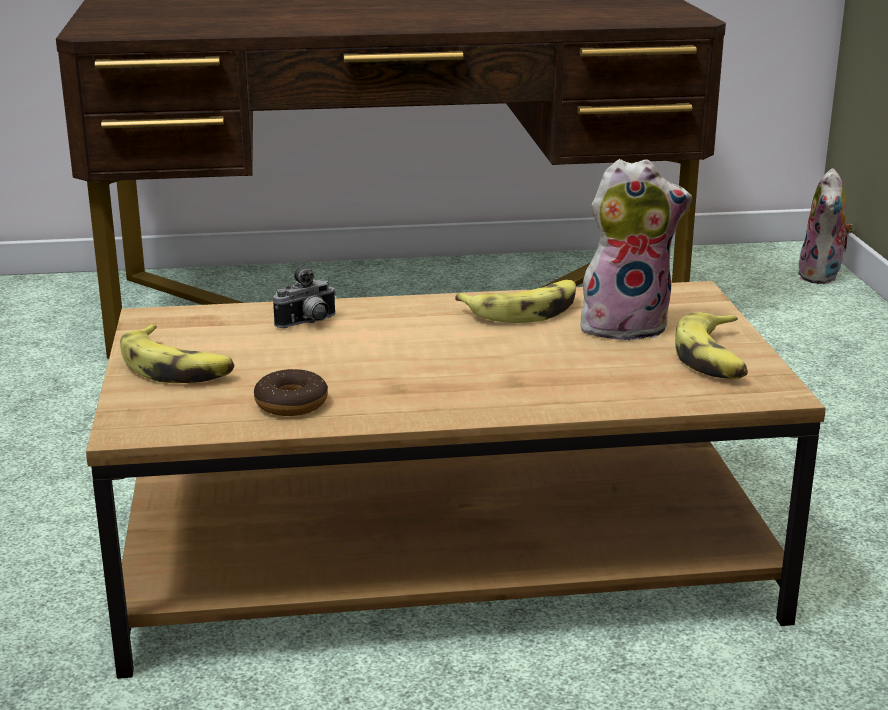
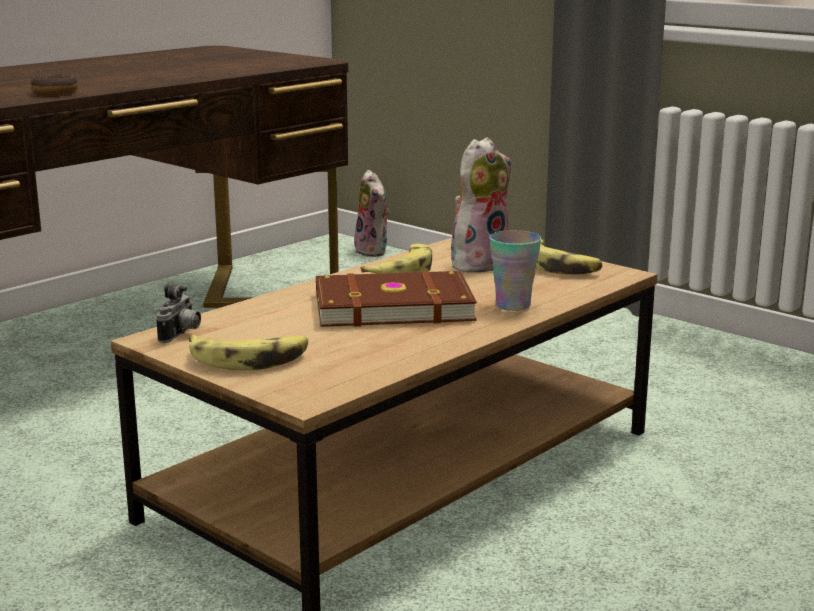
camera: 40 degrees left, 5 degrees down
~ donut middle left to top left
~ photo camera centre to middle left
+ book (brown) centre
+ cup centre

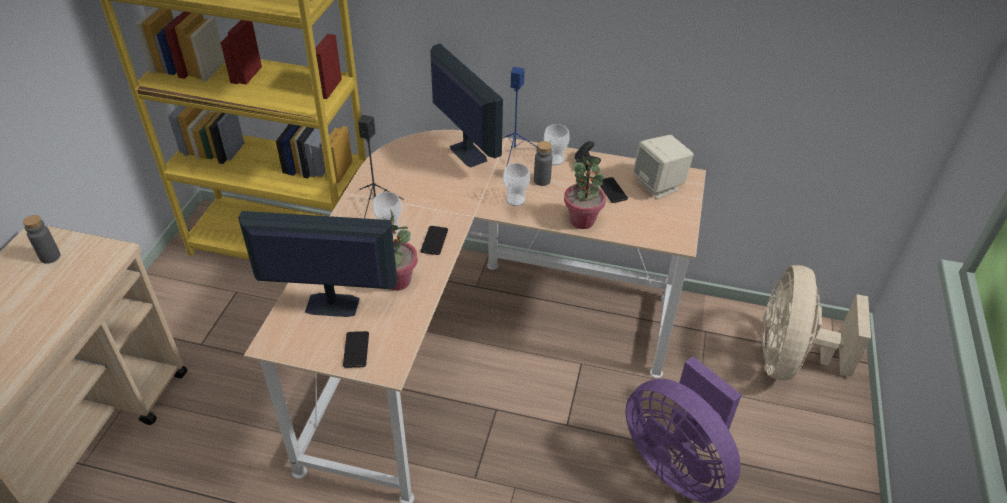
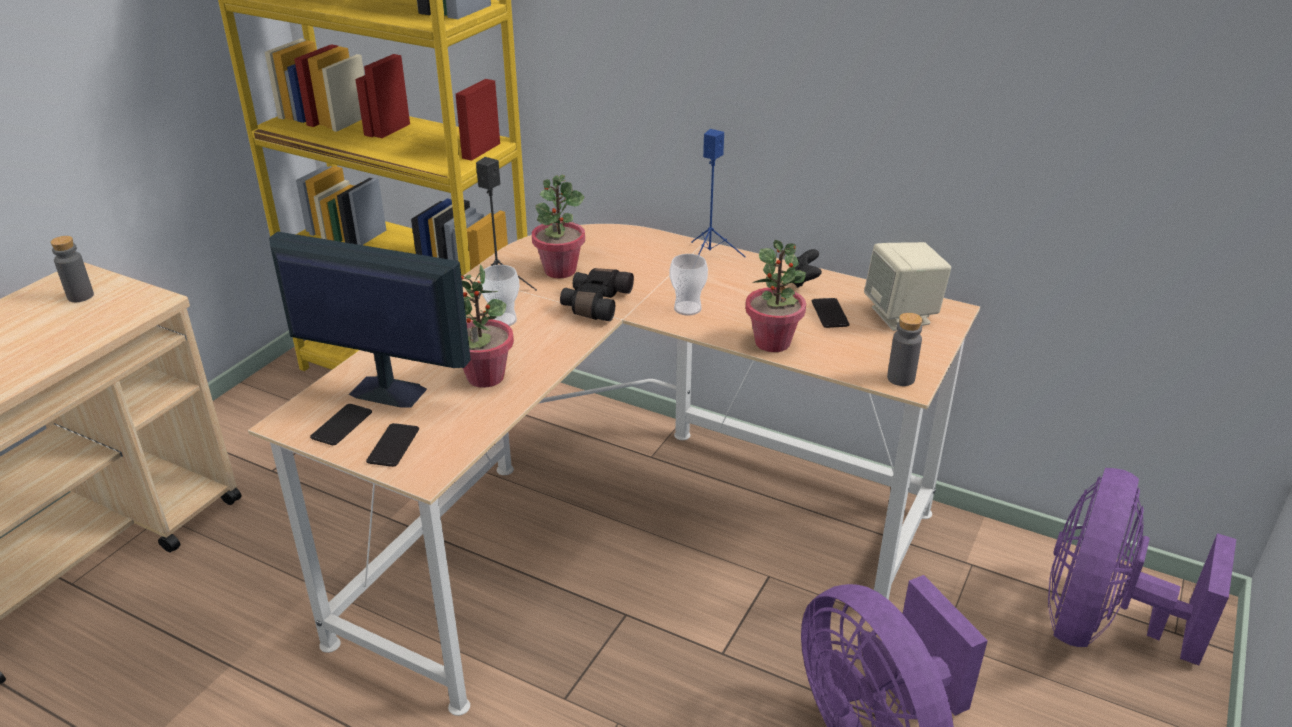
camera: 15 degrees right, 10 degrees down
~ phone (2nd from left in the first image) centre to phone (1st from left) middle left
- monitor (2nd from left) top centre
~ bottle (grey) (2nd from left) top centre to middle right
- cup (3rd from left) top centre
~ fan (beige) middle right to fan (purple) (2nd from left) bottom right
+ potted plant (2nd from left) top centre
+ binoculars (black) centre

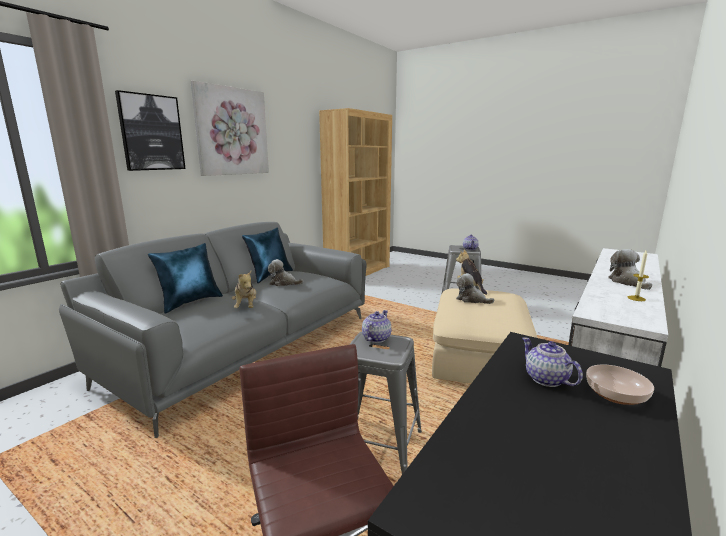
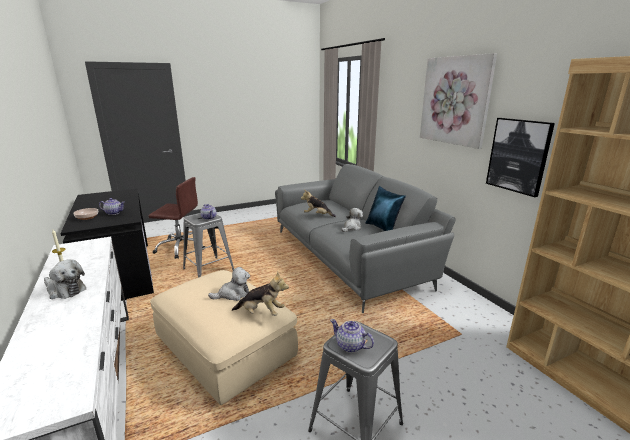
camera: 120 degrees right, 5 degrees up
~ picture (1st from left in the first image) top left to picture (2nd from left) middle right
- pillow (blue) (1st from left) middle left

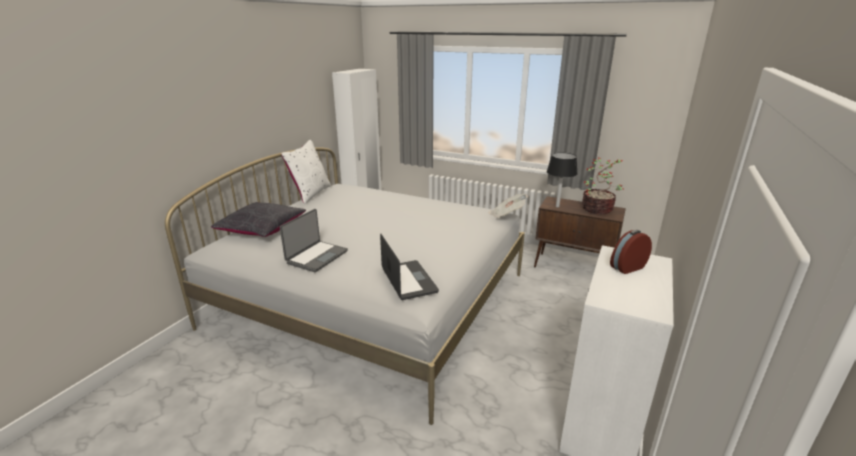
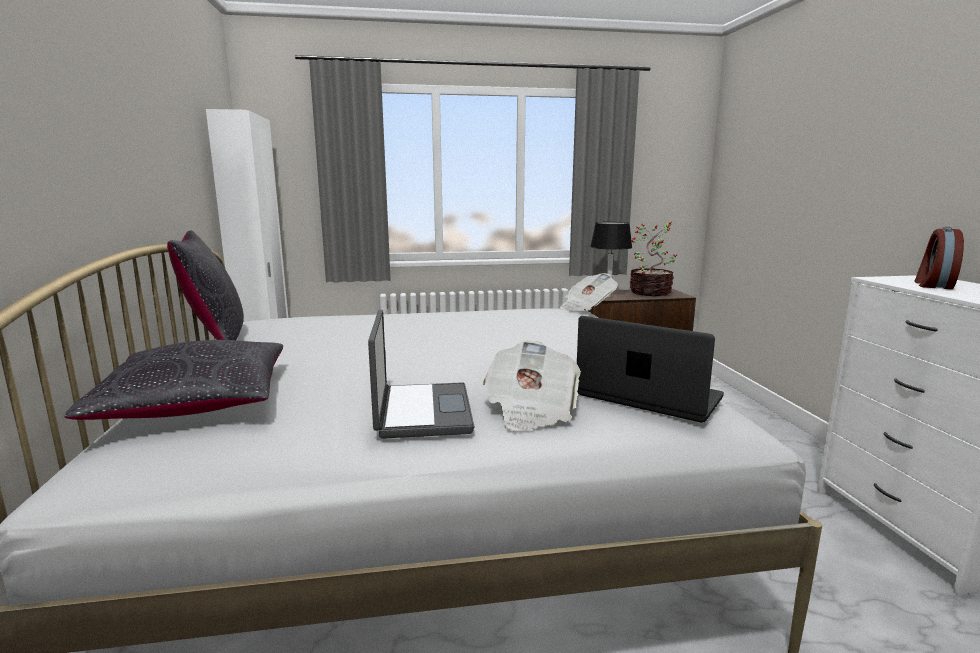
camera: 35 degrees left, 10 degrees down
~ pillow (white) centre to pillow (black) (2nd from left) middle left
+ newspaper (1st from left) centre

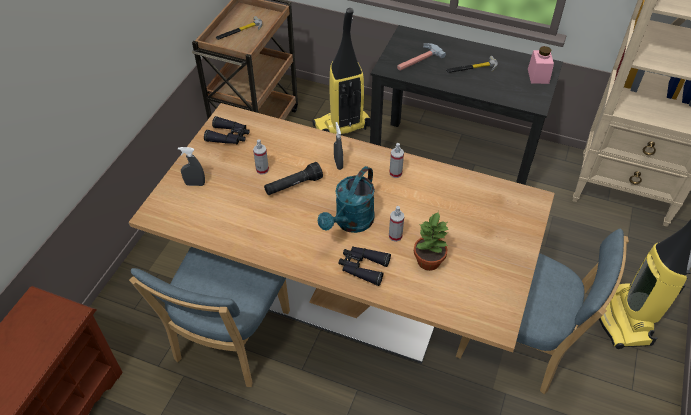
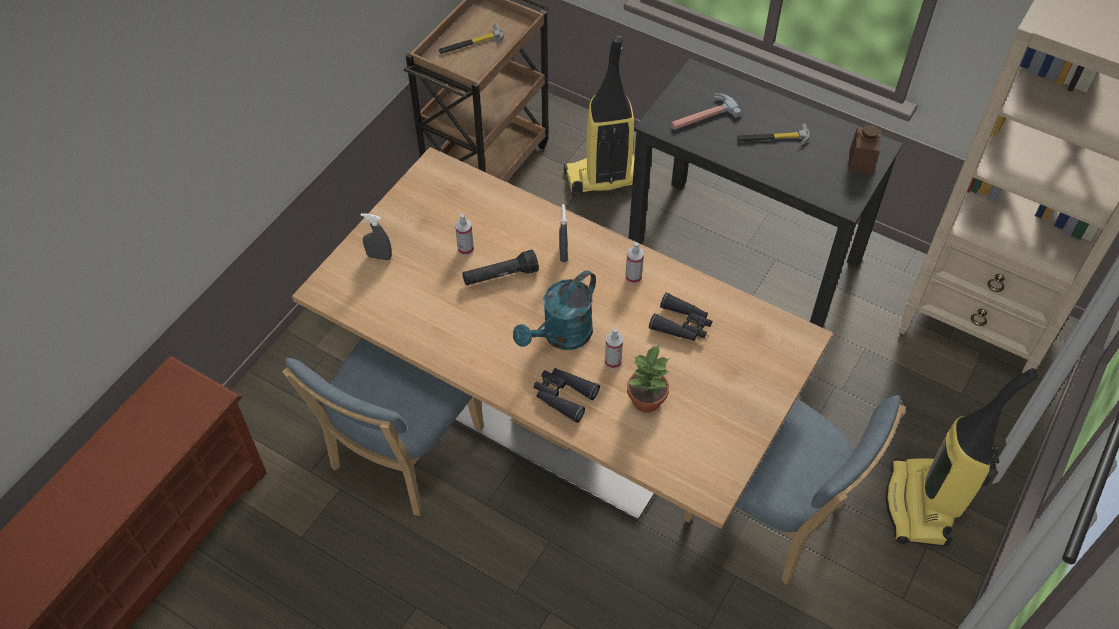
camera: 10 degrees right, 5 degrees up
~ binoculars (black) (1st from left in the first image) top left to binoculars (black) (2nd from left) centre
~ jar (pink) top right to jar (brown) top right

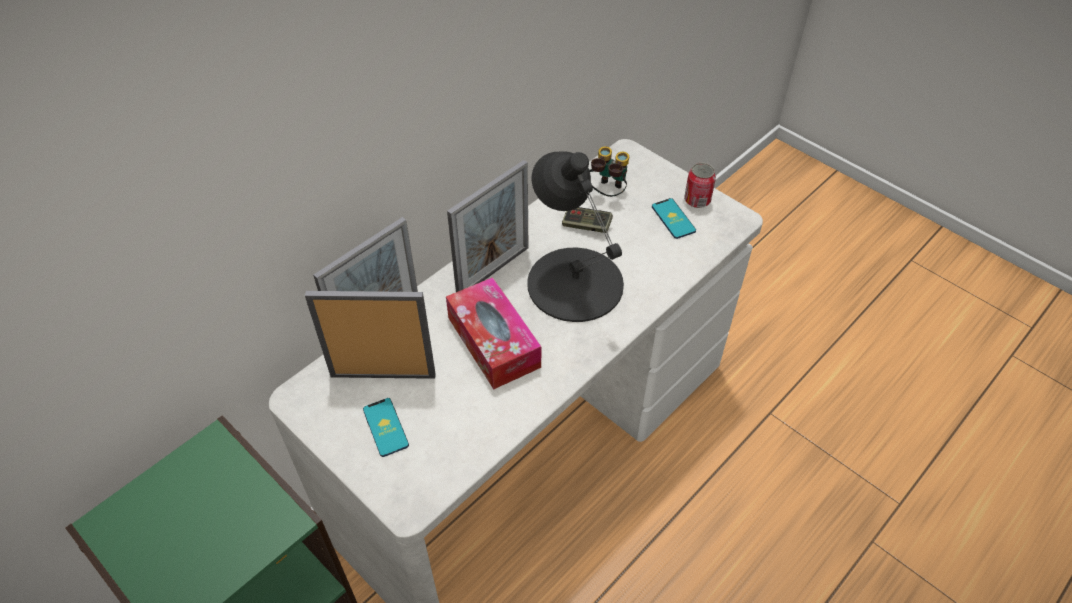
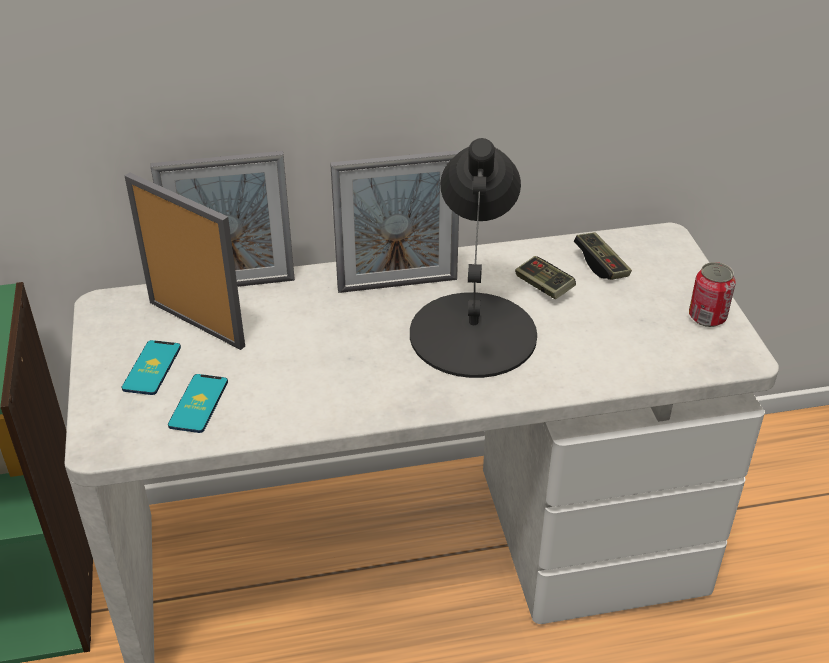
camera: 35 degrees right, 10 degrees down
- tissue box centre
~ binoculars top centre to game controller (2nd from left) middle right
~ phone (2nd from left) centre to middle left

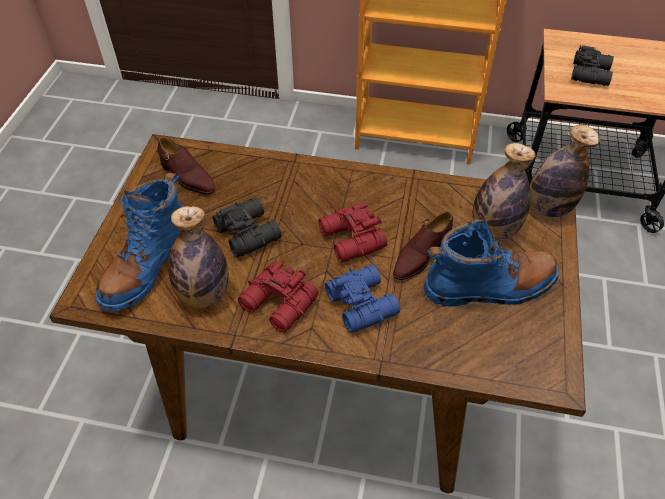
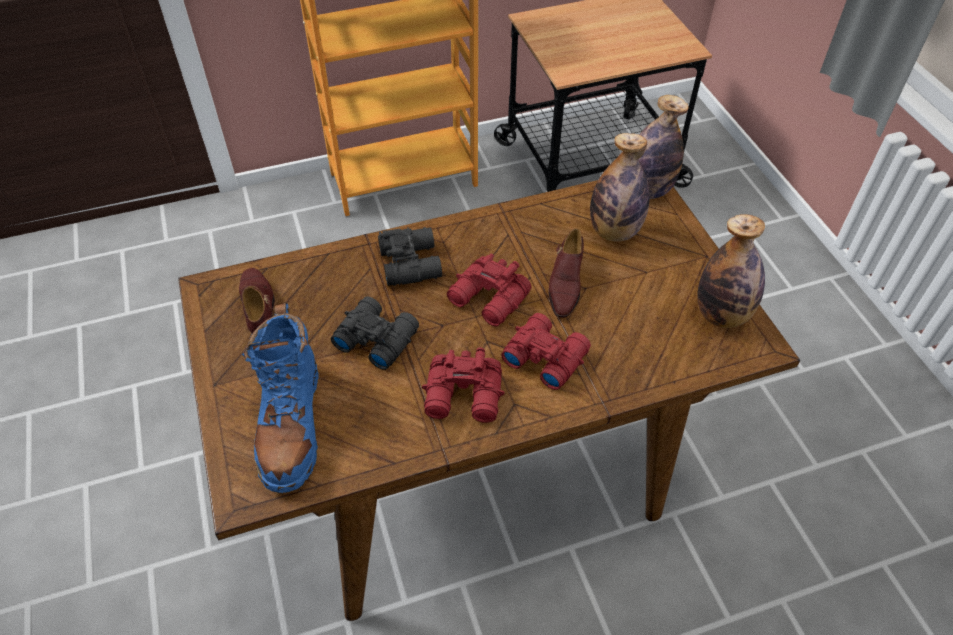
camera: 30 degrees left, 0 degrees up
~ shoe (brown) (1st from left) top left = middle left 120 degrees counterclockwise
~ bottle (1st from left in the first image) middle left to bottle (3rd from left) middle right
~ binoculars (blue) centre to binoculars (red) (3rd from left) centre
- boot (blue) (2nd from left) middle right
~ binoculars (black) (2nd from left) top right to centre

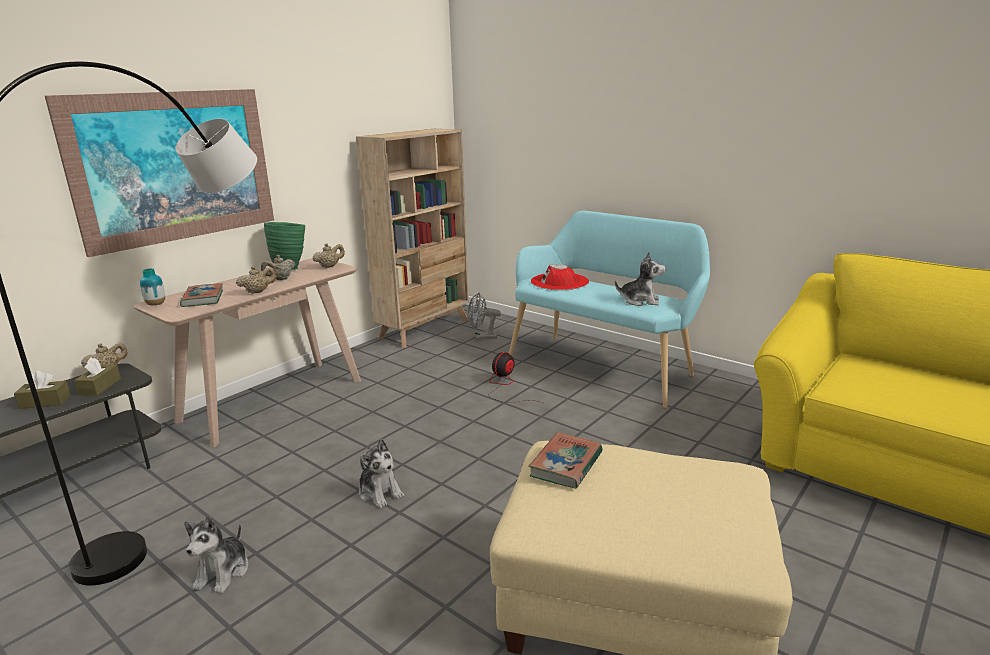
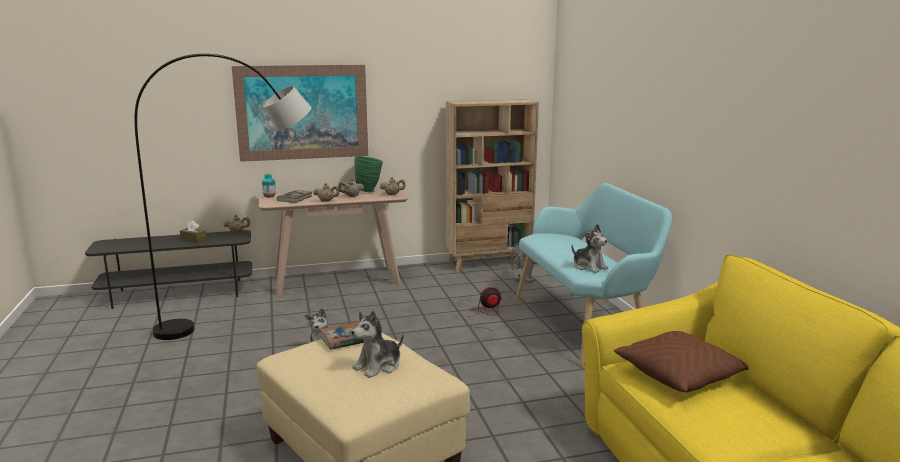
camera: 35 degrees right, 5 degrees down
- tissue box (brown) (2nd from left) middle left
~ plush toy (1st from left in the first image) bottom left to plush toy (2nd from left) bottom centre
- hat (red) centre
+ pillow (brown) bottom right

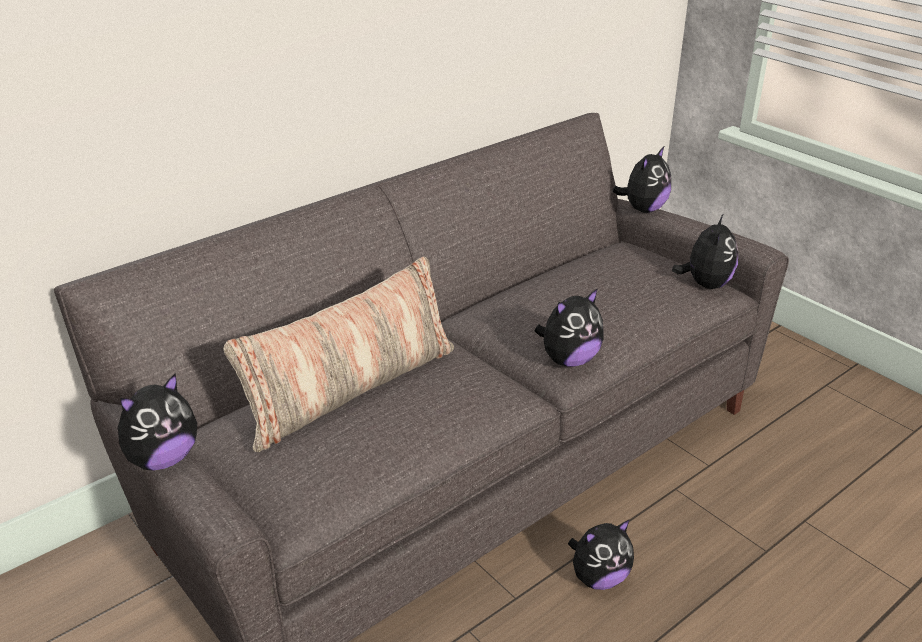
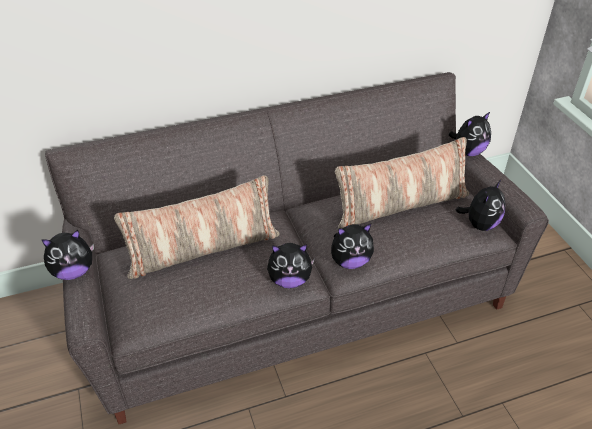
camera: 20 degrees right, 10 degrees up
~ plush toy (3rd from left in the first image) bottom centre to plush toy (2nd from left) centre
+ pillow (2nd from left) middle right

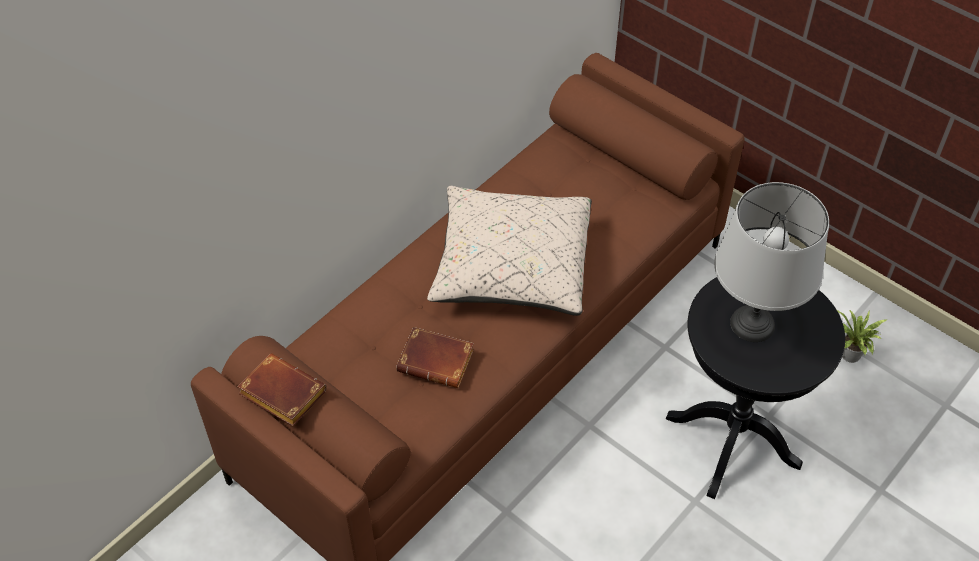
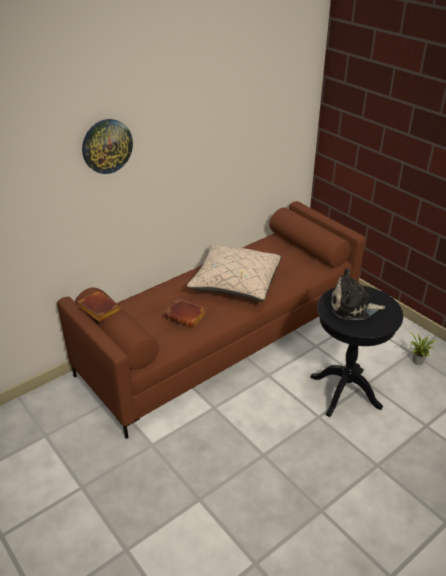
camera: 10 degrees right, 15 degrees down
~ table lamp (grey) middle right to plush toy middle right
+ wall clock top left

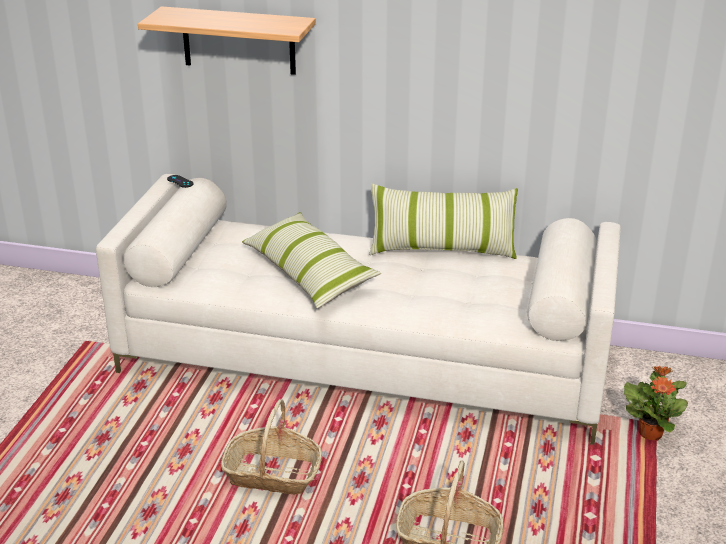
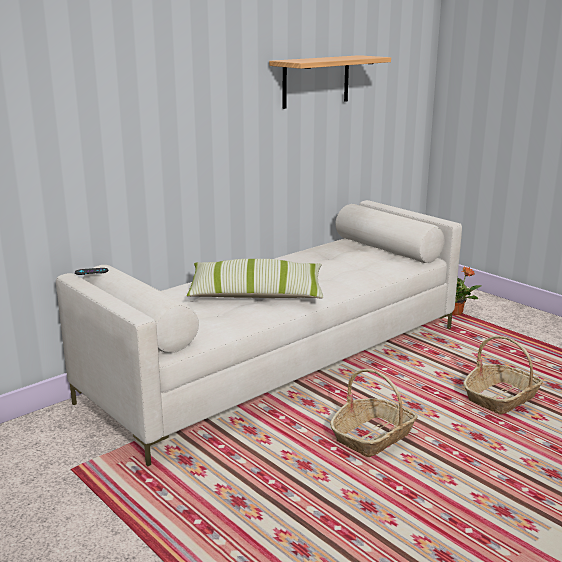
camera: 55 degrees left, 10 degrees down
~ shelf top left to top centre
- pillow (2nd from left) centre

